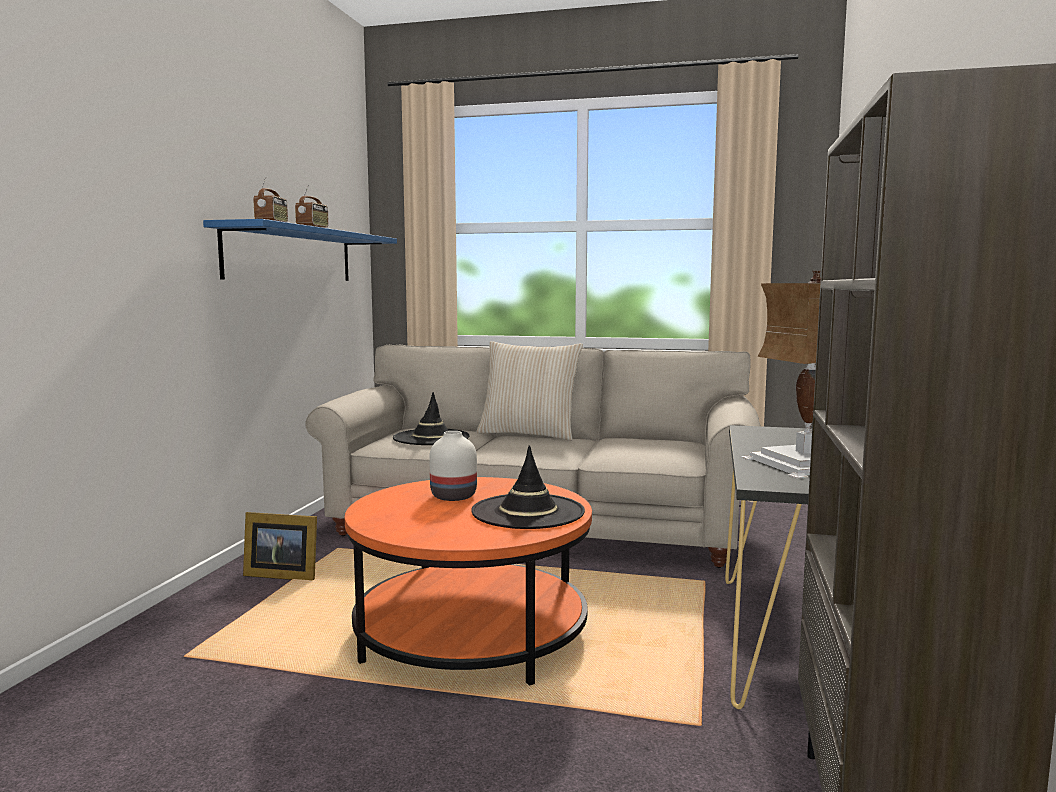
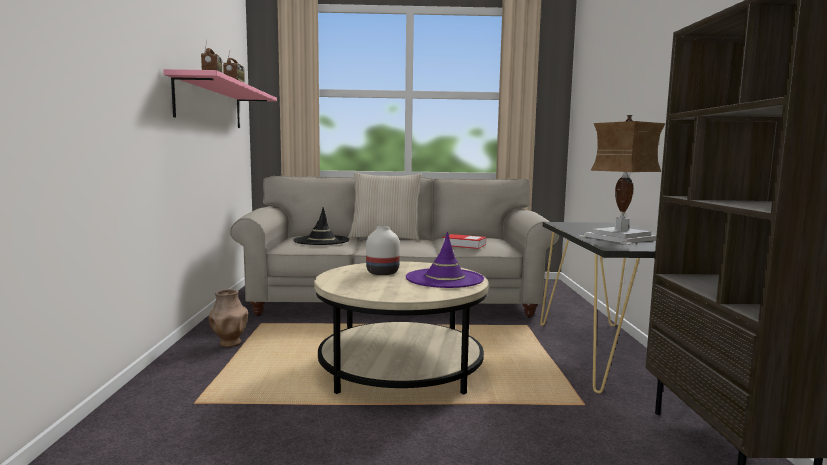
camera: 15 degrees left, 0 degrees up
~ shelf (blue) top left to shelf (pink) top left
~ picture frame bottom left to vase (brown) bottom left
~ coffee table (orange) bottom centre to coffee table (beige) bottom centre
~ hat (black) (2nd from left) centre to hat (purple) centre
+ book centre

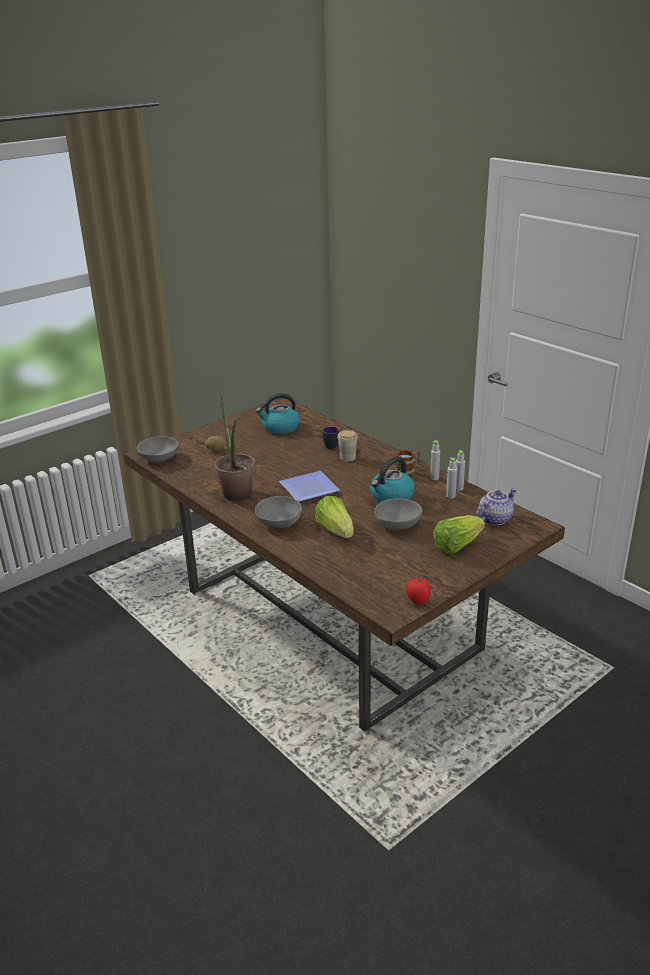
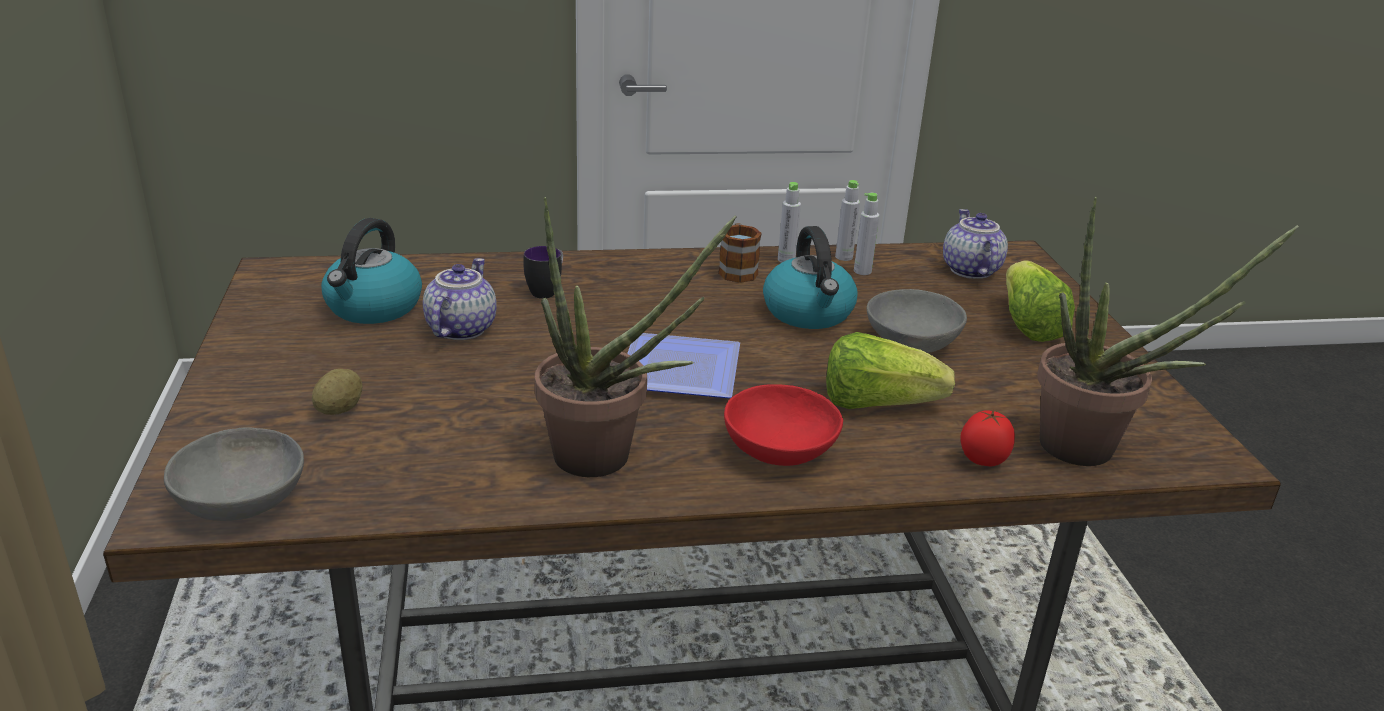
camera: 60 degrees left, 0 degrees up
~ bowl (grey) (2nd from left) centre to bowl (red) centre
- cup centre
~ tomato centre to middle right
+ teapot (1st from left) middle left
+ potted plant (2nd from left) middle right

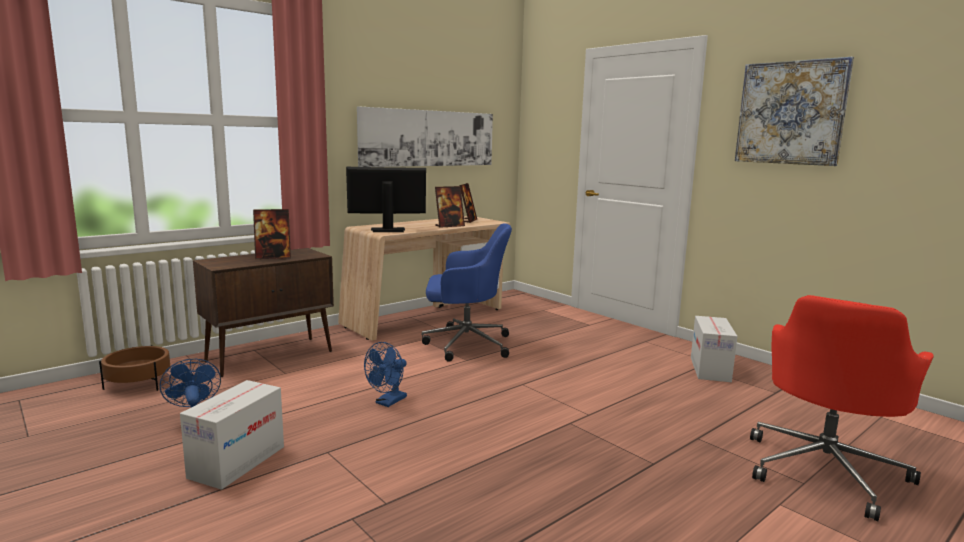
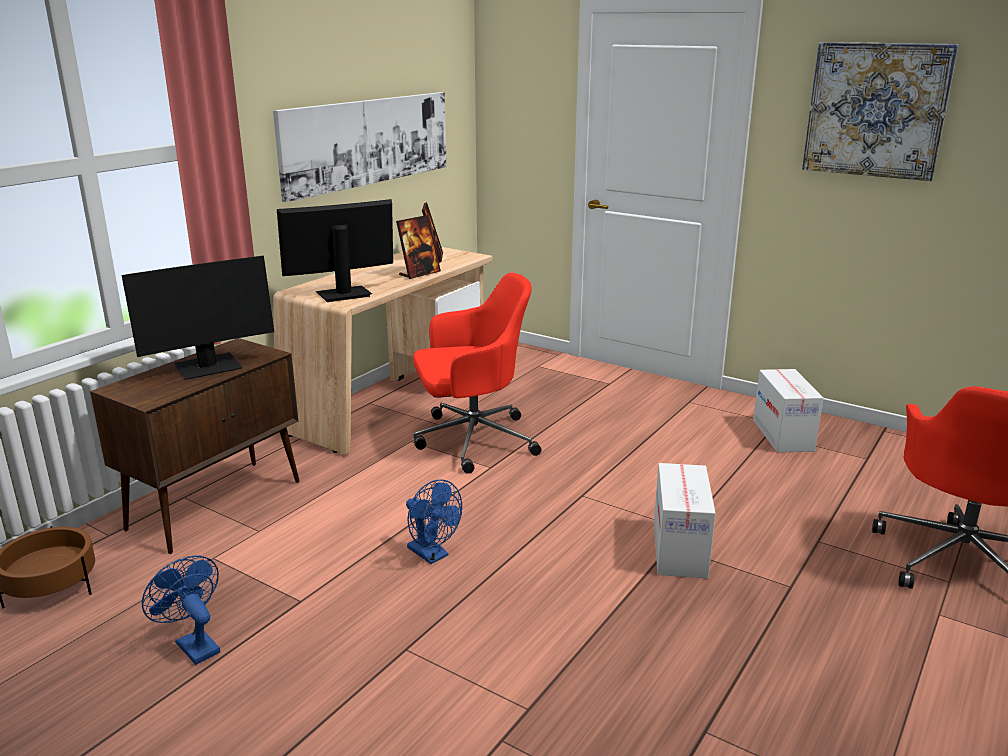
camera: 15 degrees left, 10 degrees up
~ cardboard box (1st from left) bottom left to bottom right
~ picture frame (1st from left) middle left to monitor (1st from left) middle left
~ fan (blue) (2nd from left) bottom centre = bottom centre 60 degrees counterclockwise
~ office chair (blue) centre to office chair (red) (1st from left) centre

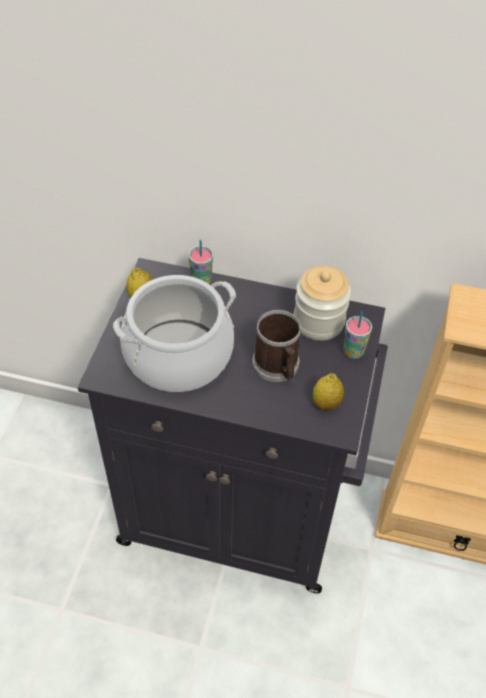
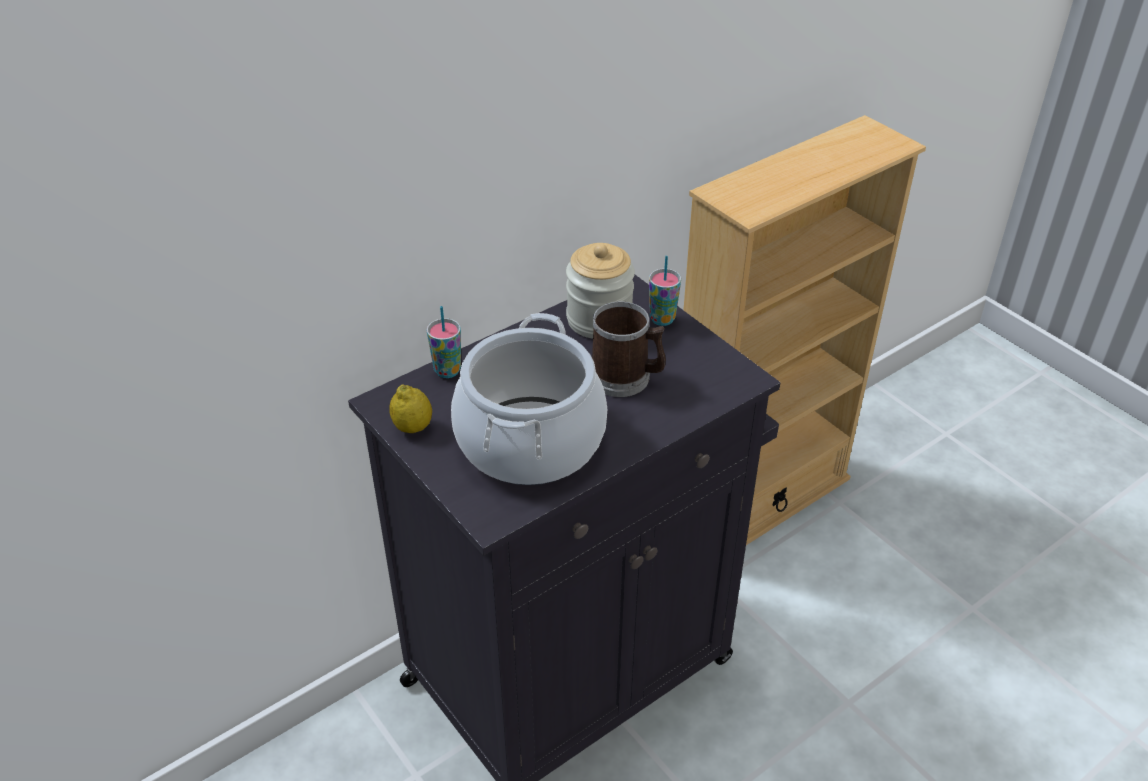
camera: 50 degrees left, 10 degrees down
- lemon (2nd from left) middle right

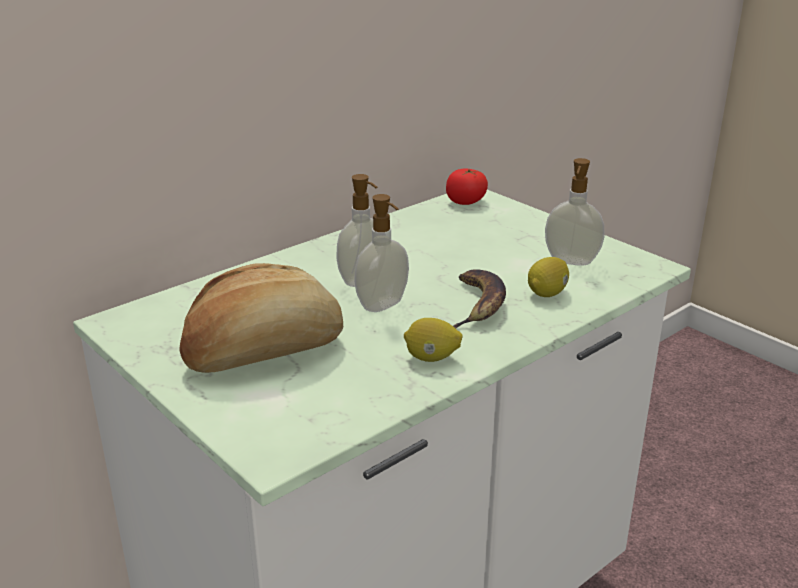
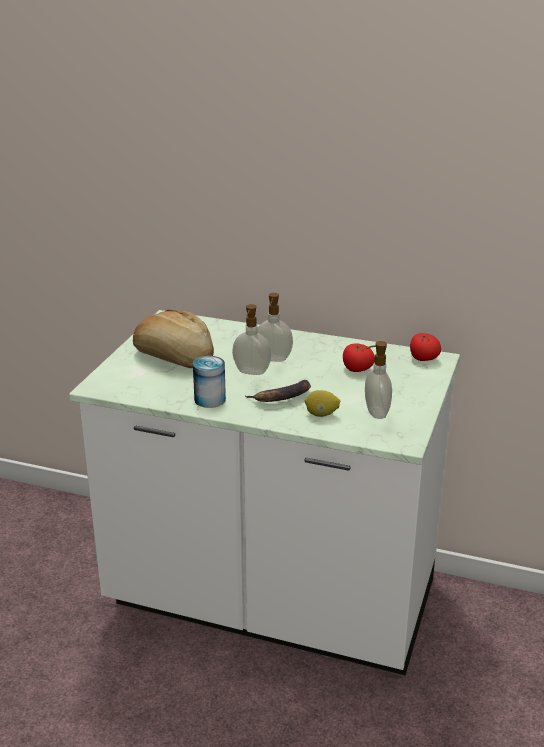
camera: 60 degrees right, 0 degrees up
~ lemon (1st from left) centre to can centre
+ tomato (1st from left) centre

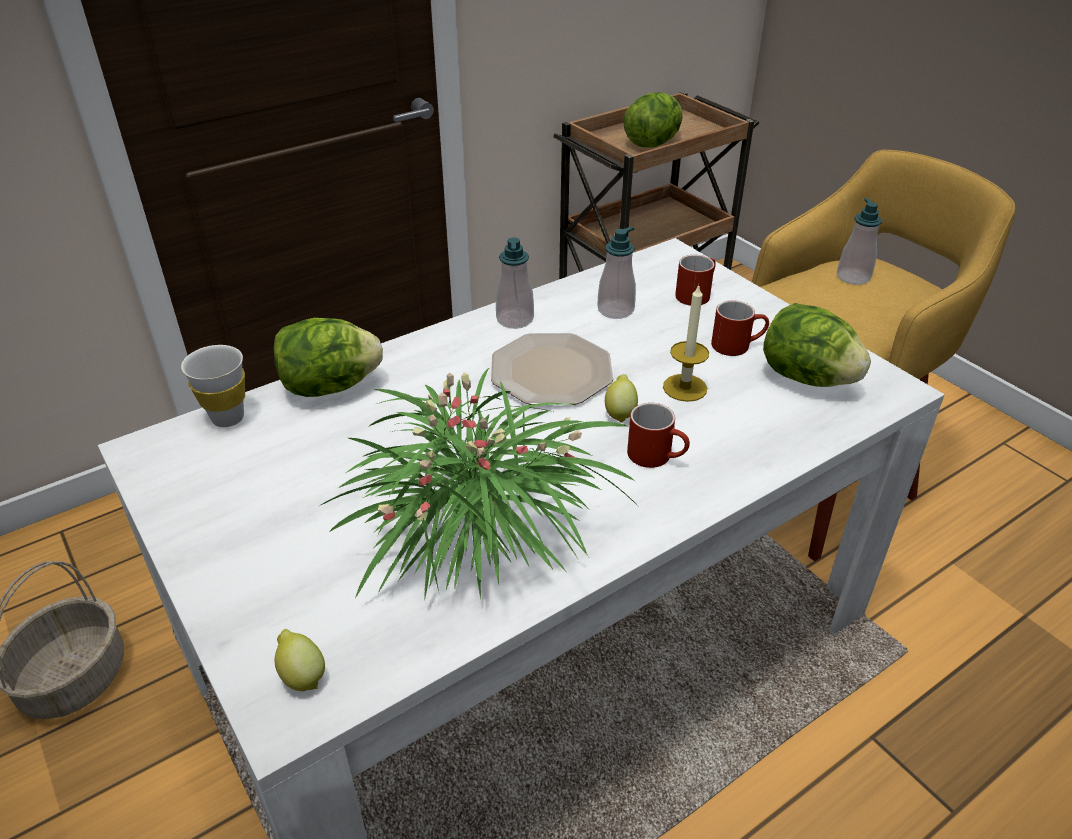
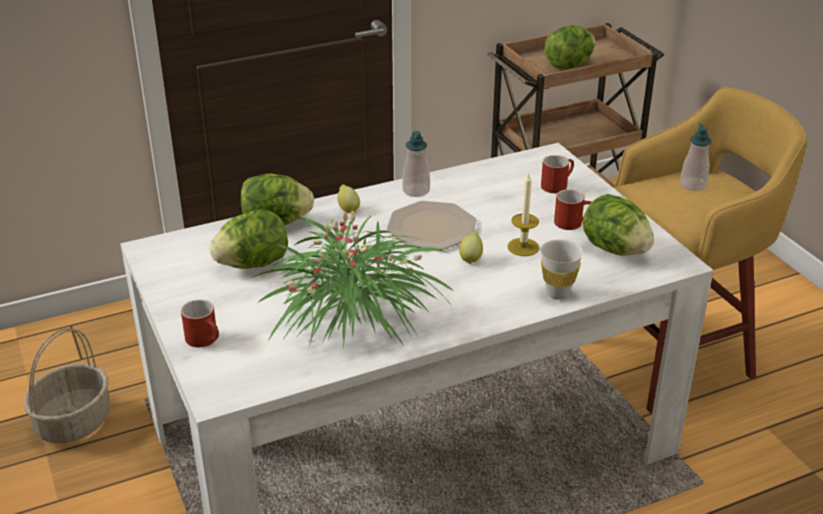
camera: 10 degrees right, 5 degrees down
~ cup (white) middle left to middle right
~ lemon (1st from left) bottom left to centre
- soap dispenser (2nd from left) top centre
~ mug (red) (1st from left) centre to middle left
+ lettuce (1st from left) middle left

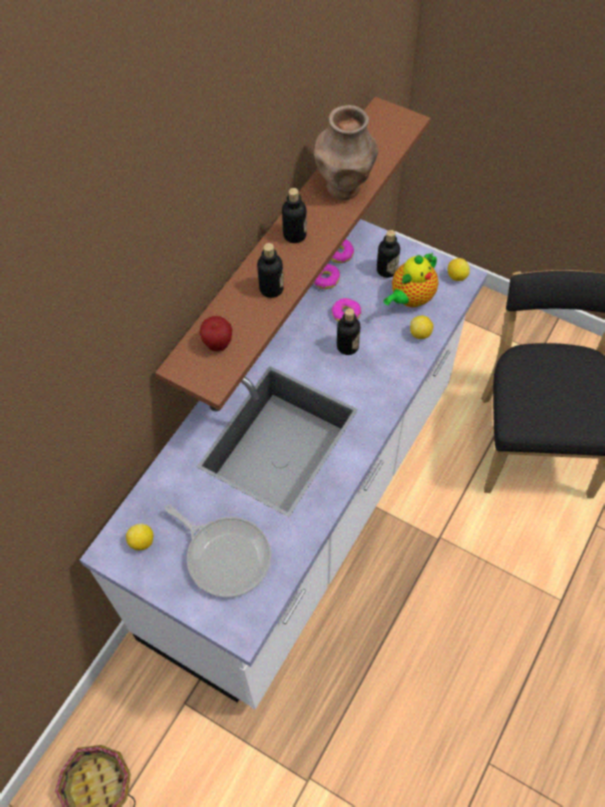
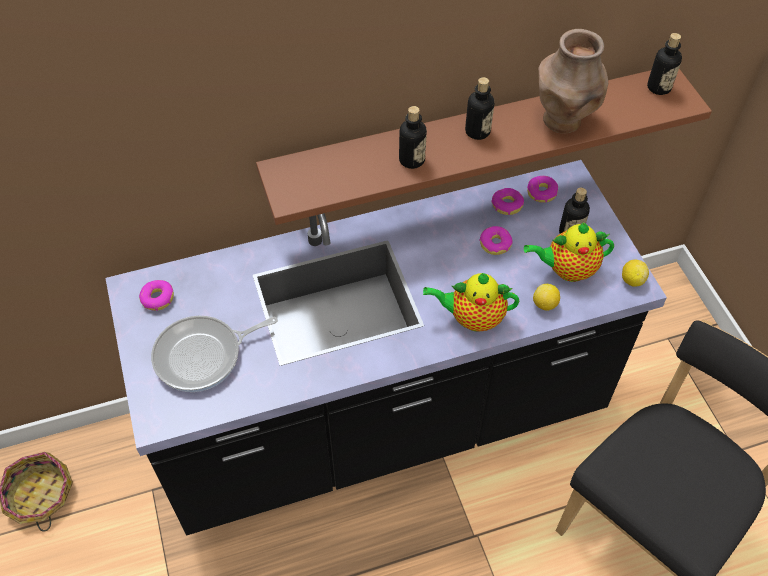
camera: 40 degrees right, 5 degrees down
~ counter (white) centre to counter (black) centre
~ lemon (1st from left) middle left to donut (1st from left) middle left
~ frying pan bottom centre = middle left 75 degrees clockwise
- apple centre
~ bottle (3rd from left in the first image) centre to bottle (4th from left) top right
+ teapot (1st from left) centre

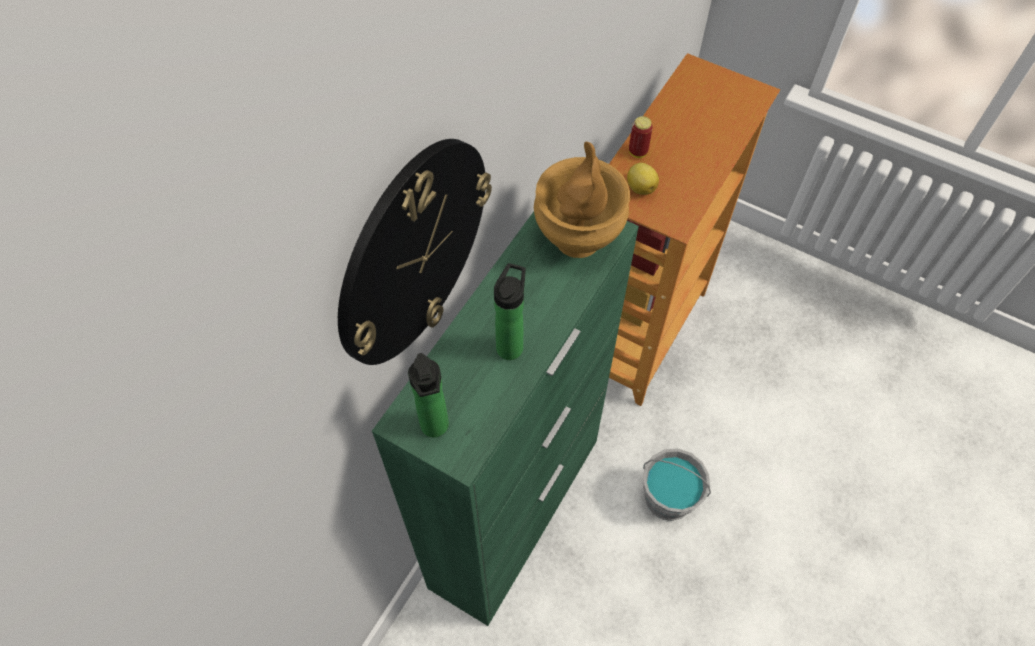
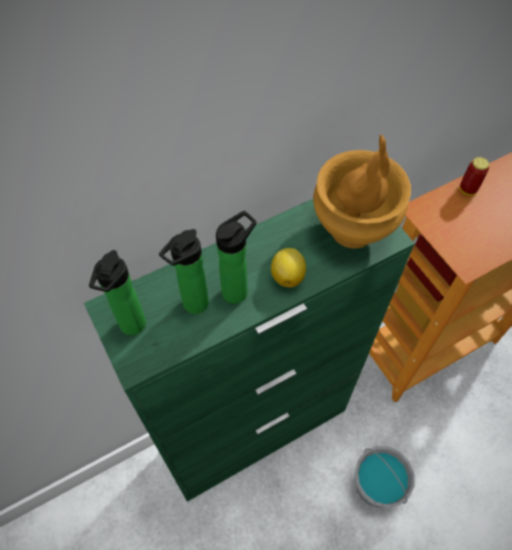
camera: 30 degrees right, 0 degrees up
- wall clock centre
~ lemon top centre to centre
+ bottle (2nd from left) centre

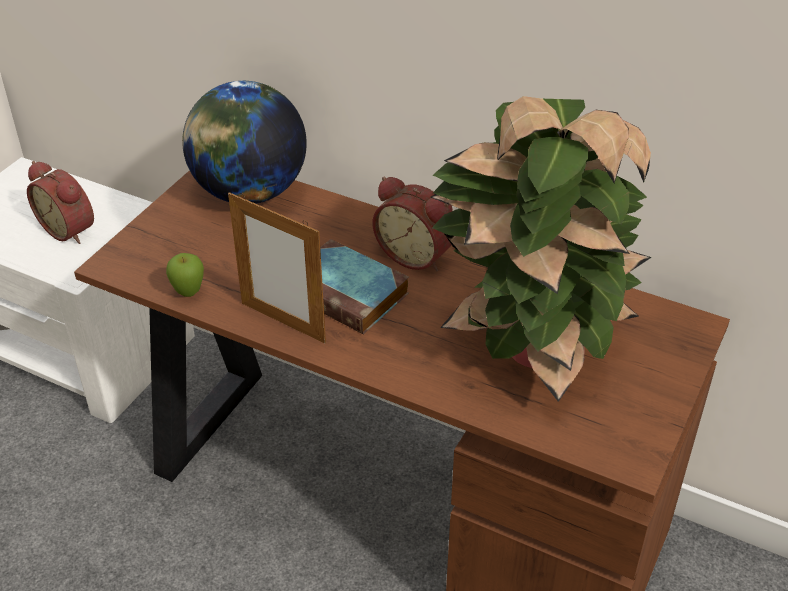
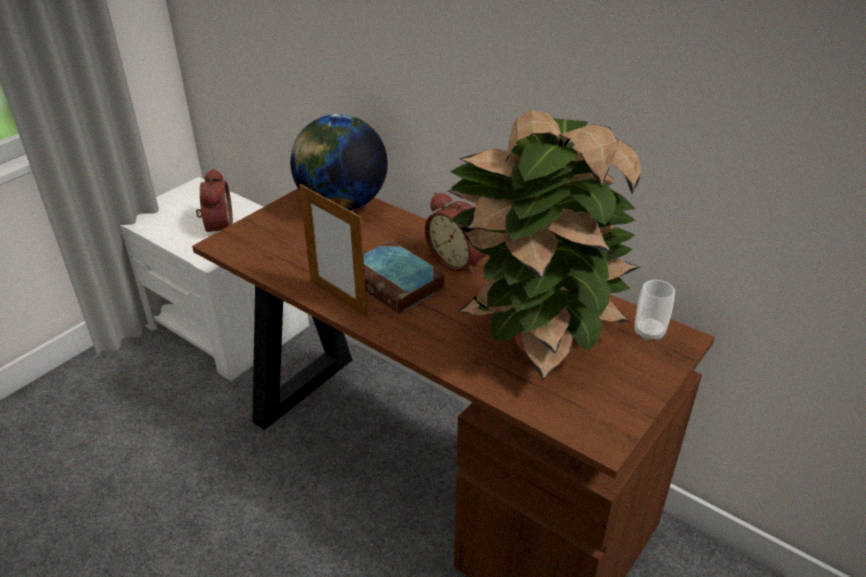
camera: 10 degrees right, 5 degrees down
~ alarm clock (1st from left) middle left = middle left 150 degrees counterclockwise
- apple middle left
+ cup middle right

